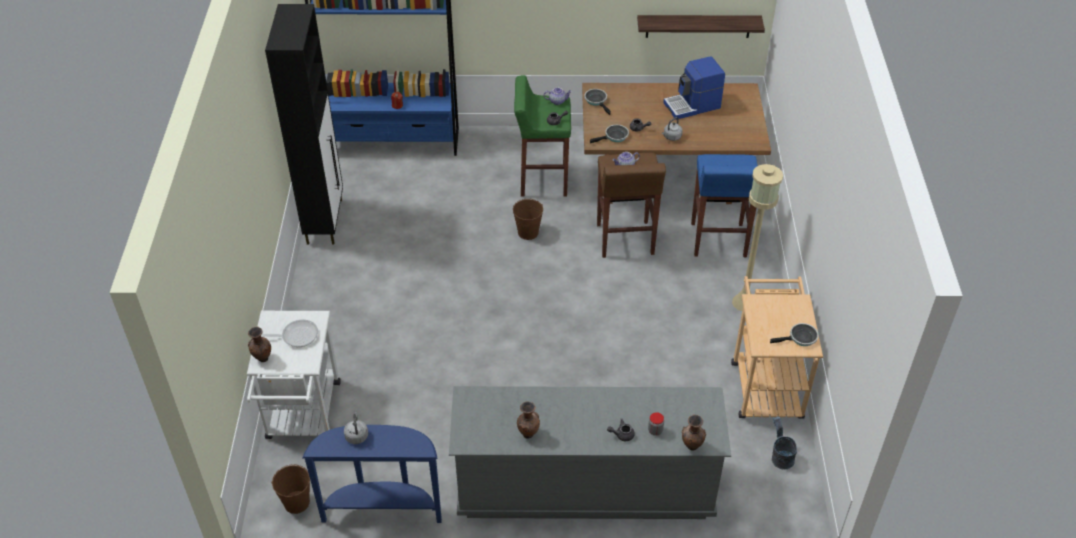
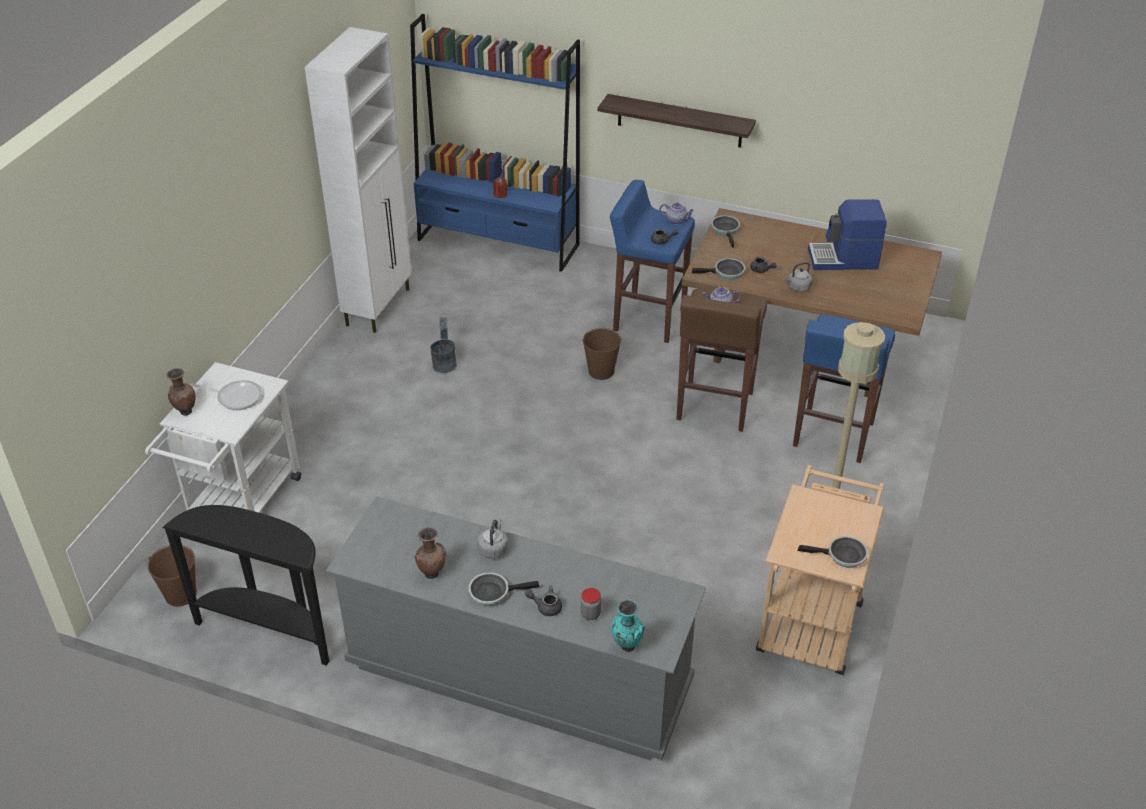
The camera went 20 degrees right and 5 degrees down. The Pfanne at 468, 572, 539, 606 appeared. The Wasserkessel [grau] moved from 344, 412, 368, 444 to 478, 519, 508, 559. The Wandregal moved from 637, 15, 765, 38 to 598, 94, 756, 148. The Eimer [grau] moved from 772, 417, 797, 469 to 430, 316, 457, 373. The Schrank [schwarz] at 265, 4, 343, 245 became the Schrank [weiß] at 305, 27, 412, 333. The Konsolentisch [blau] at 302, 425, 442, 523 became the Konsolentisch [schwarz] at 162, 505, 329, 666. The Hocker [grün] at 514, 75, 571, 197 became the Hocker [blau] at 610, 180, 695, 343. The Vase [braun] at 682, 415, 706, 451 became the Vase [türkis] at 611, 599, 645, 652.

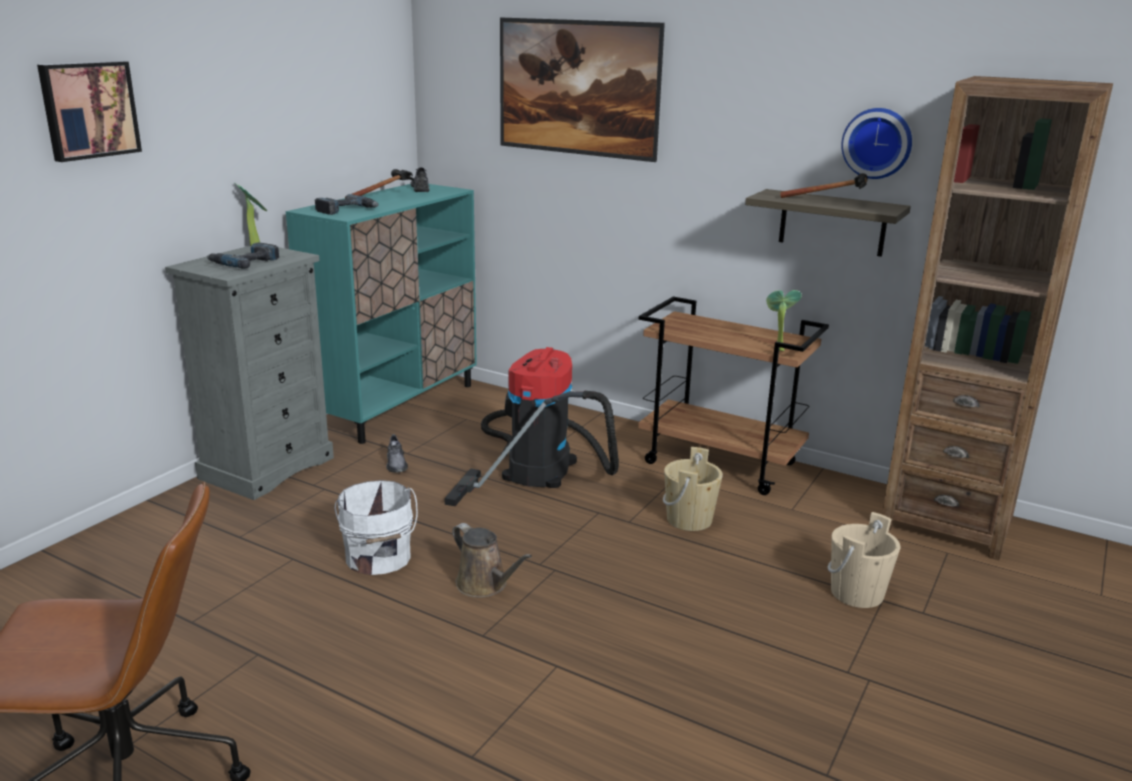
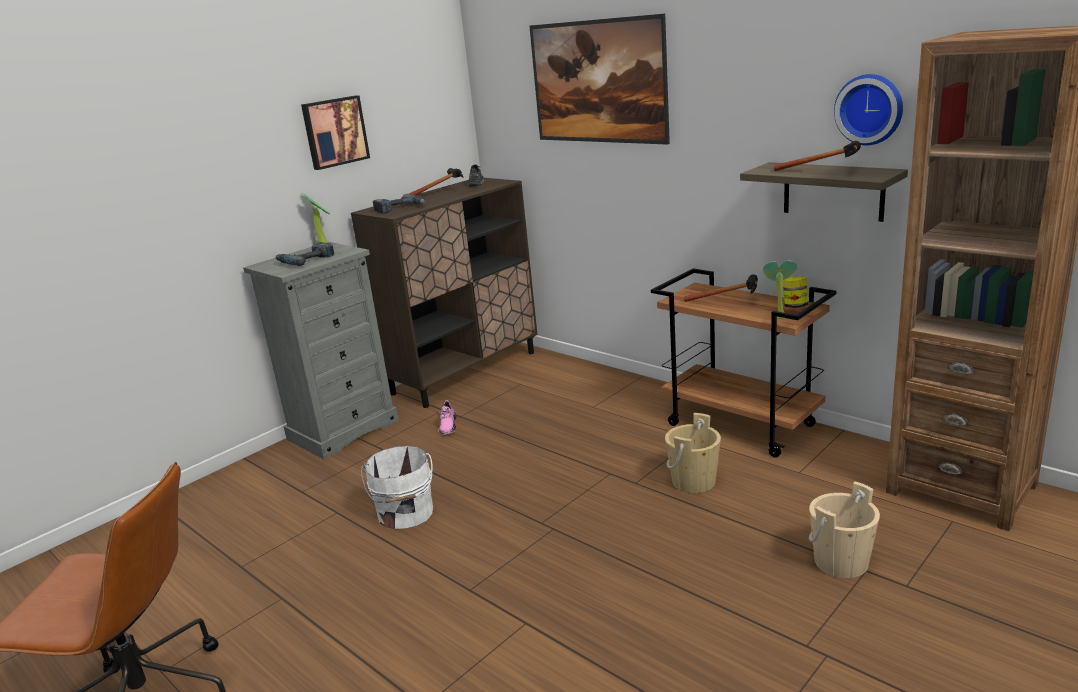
The camera went 15 degrees right and 0 degrees up. The Staubsauger at 445, 347, 619, 506 disappeared. The Gießkanne [braun] at 452, 523, 532, 598 disappeared. The Hammer at 684, 274, 758, 302 appeared. The Vorratsglas at 783, 276, 808, 308 appeared. The Bild moved from 37, 61, 142, 162 to 301, 95, 370, 170. The Schrank [türkis] at 286, 184, 477, 444 became the Schrank [braun] at 351, 178, 537, 408. The Schuh [grau] at 386, 434, 408, 473 became the Schuh [rosa] at 438, 400, 457, 435.

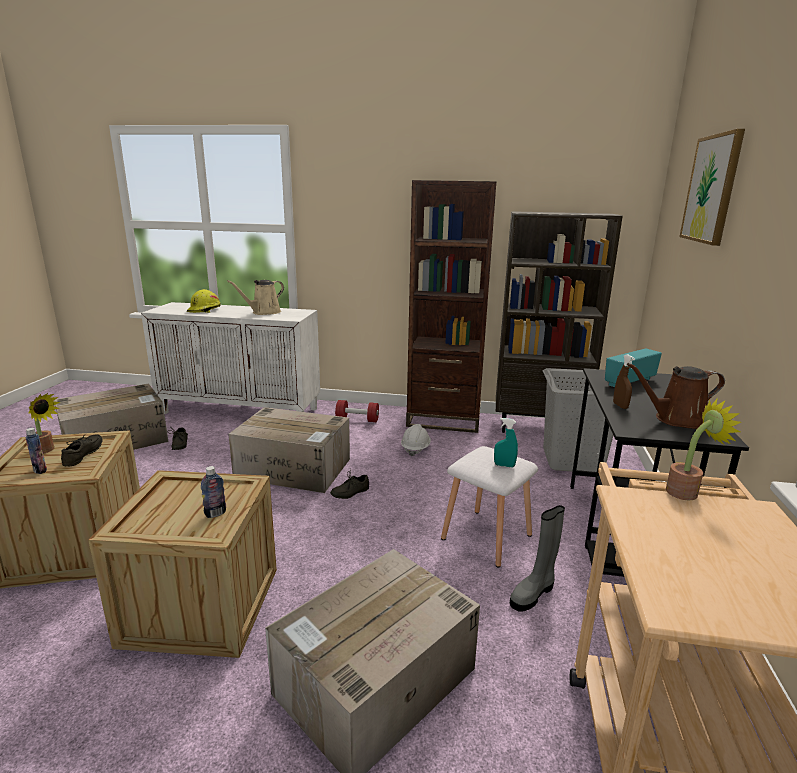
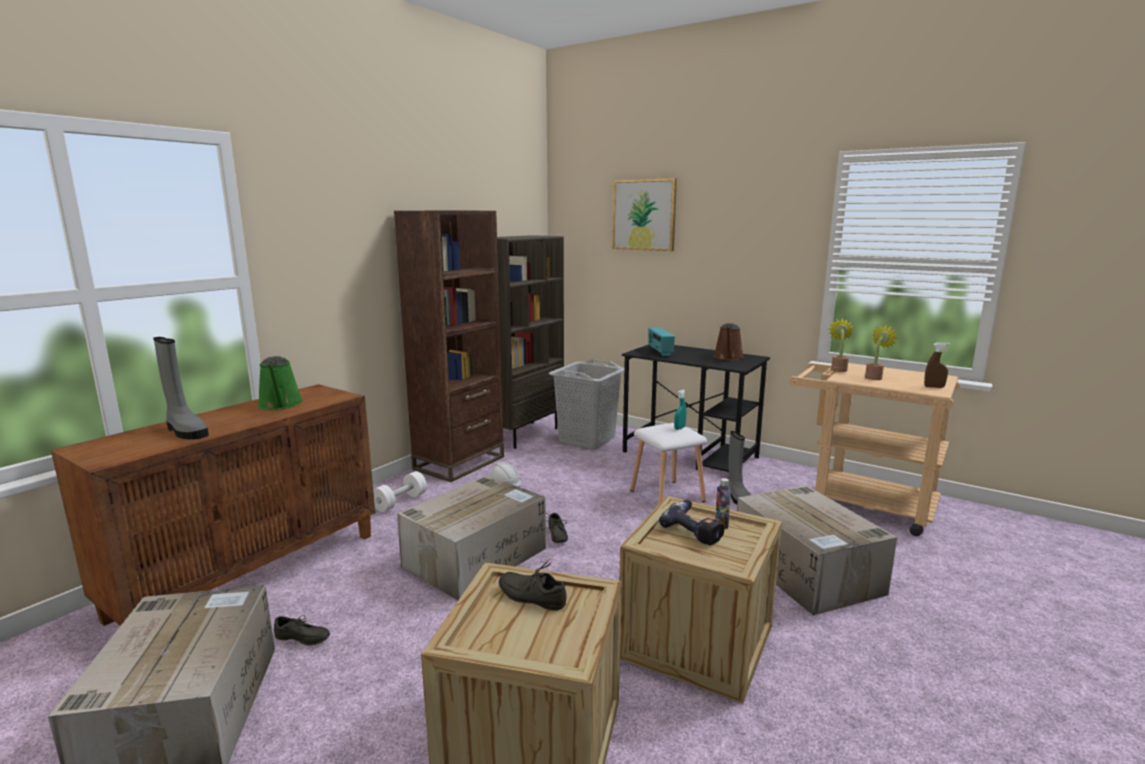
The camera went 65 degrees left and 5 degrees down. The Flasche at 25, 428, 47, 474 disappeared. The Bohrmaschine at 659, 500, 724, 545 appeared. The Topfpflanze moved from 28, 393, 61, 454 to 865, 325, 898, 380. The Sprühflasche [braun] moved from 613, 354, 635, 409 to 924, 343, 950, 388. The Schutzhelm [gelb] at 187, 289, 221, 313 was replaced by the Stiefel [grau] at 153, 337, 209, 440. The Schrank [weiß] at 141, 302, 320, 414 became the Schrank [braun] at 51, 384, 375, 626. The Gießkanne [beige] at 227, 280, 284, 315 became the Gießkanne [grün] at 258, 356, 303, 410. The Hantel [rot] at 335, 400, 379, 422 became the Hantel [weiß] at 373, 471, 427, 512.

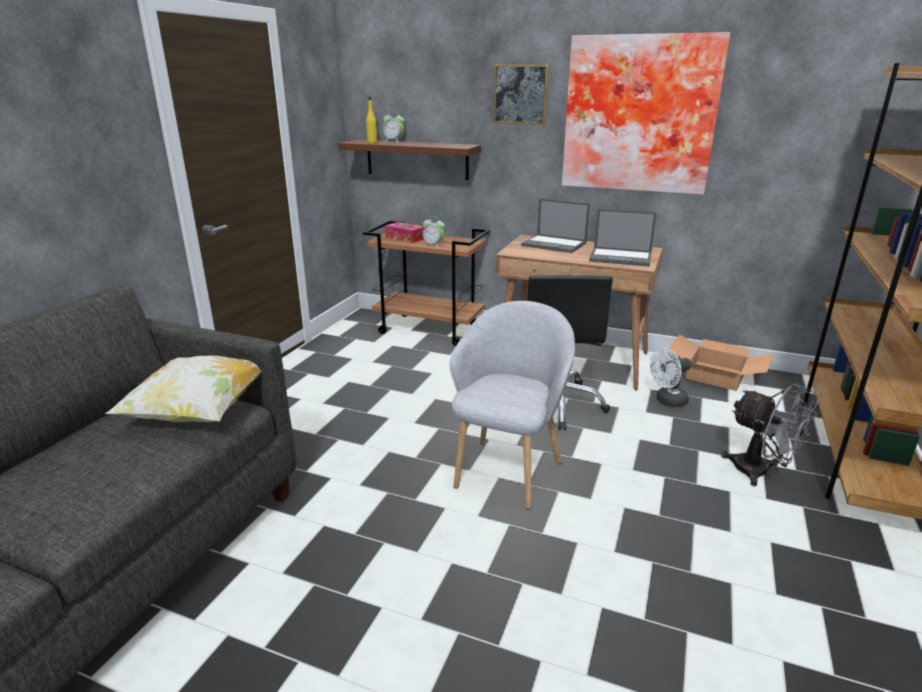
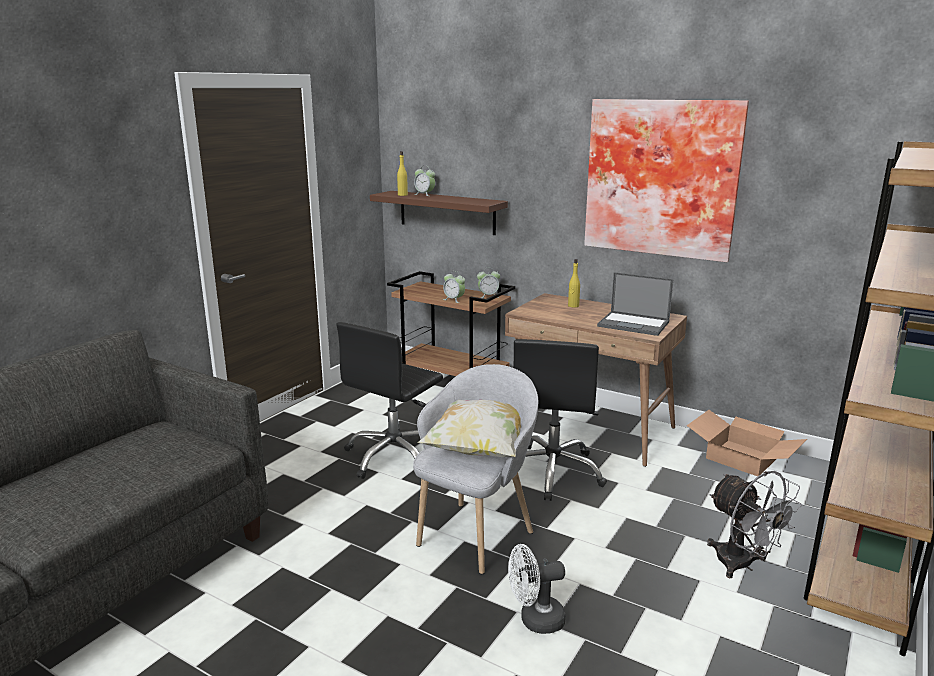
The camera went 10 degrees right and 5 degrees down. The Taschentuchbox at 385, 222, 424, 243 disappeared. The Bild at 493, 65, 549, 125 disappeared. The Bürostuhl [schwarz] at 337, 322, 443, 479 appeared. The Wecker at 477, 270, 500, 298 appeared. The Kissen moved from 105, 356, 262, 422 to 417, 400, 521, 457. The Ventilator [weiß] moved from 650, 348, 691, 407 to 508, 544, 566, 634. The Laptop at 521, 199, 590, 253 was replaced by the Flasche [gelb] at 568, 259, 580, 308.

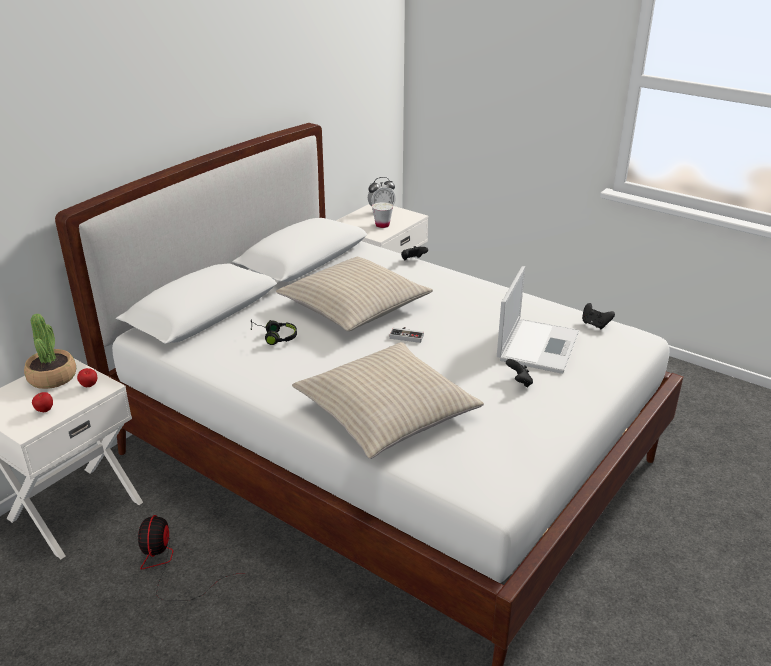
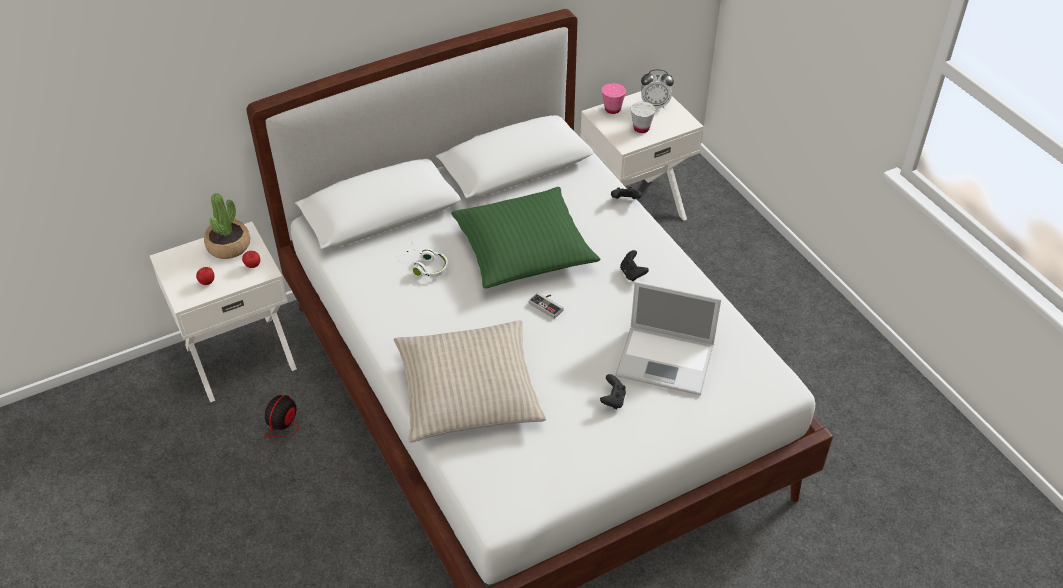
The camera went 25 degrees right and 15 degrees up. The Tasse [rosa] at 602, 83, 626, 114 appeared. The Gamepad [schwarz] moved from 582, 303, 615, 330 to 620, 250, 649, 281. The Kopfhörer [schwarz] at 251, 319, 297, 345 became the Kopfhörer [weiß] at 406, 241, 448, 277. The Kissen [beige] at 276, 257, 433, 331 became the Kissen [grün] at 451, 187, 600, 288. The Laptop at 497, 266, 579, 374 turned 60 degrees clockwise.

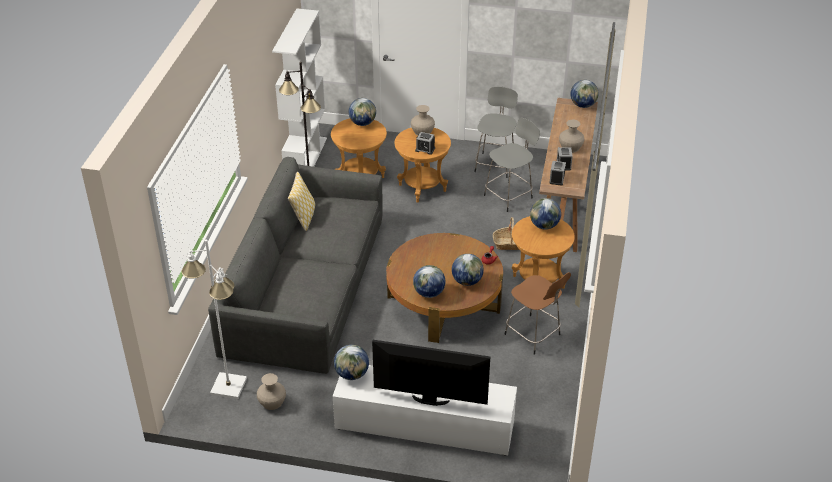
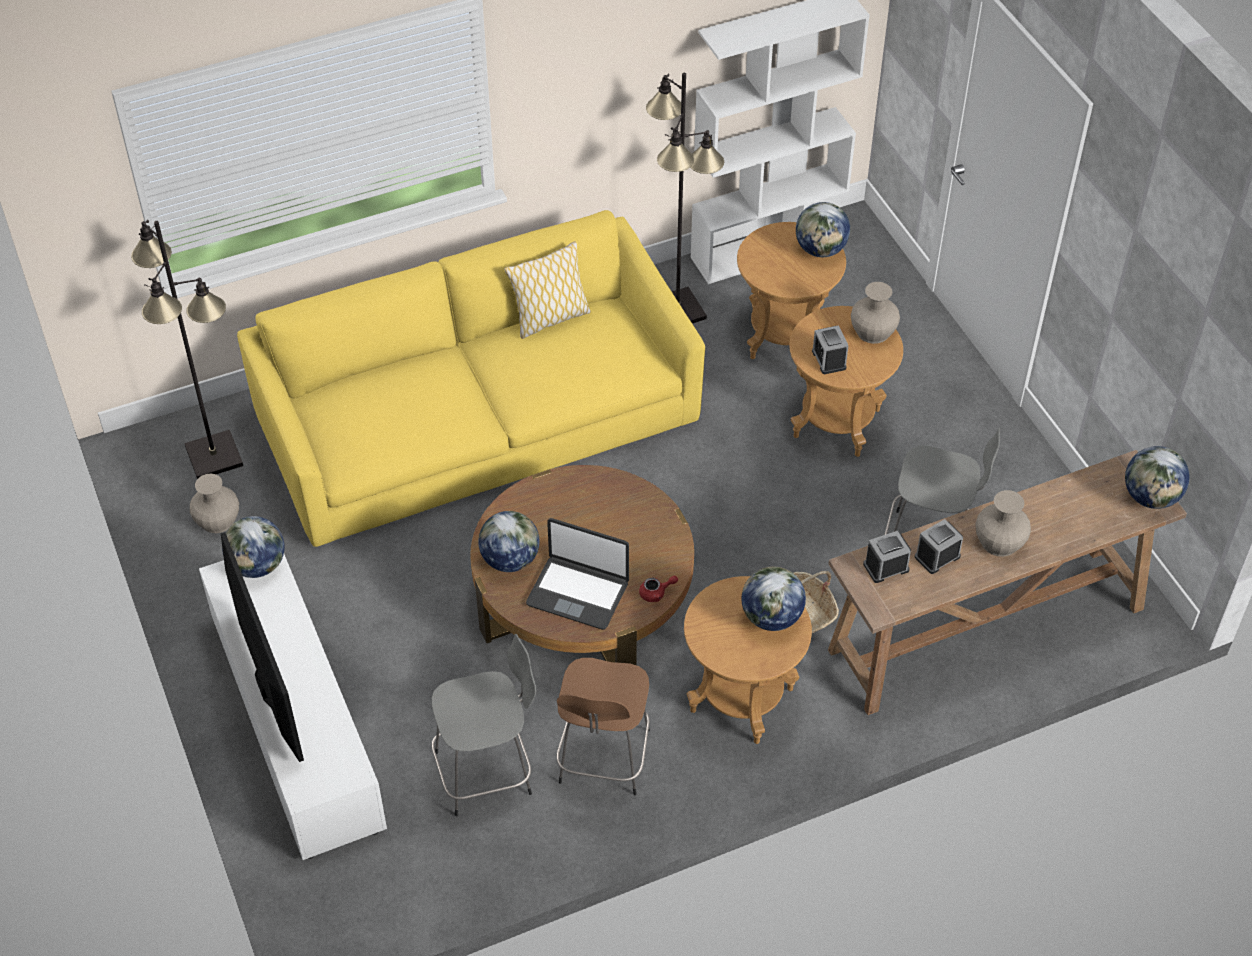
The camera went 55 degrees right and 10 degrees up. The Hocker [grau] moved from 475, 87, 518, 178 to 432, 634, 536, 817. The Globus at 452, 254, 484, 286 was replaced by the Laptop at 526, 518, 629, 630. The Stehlampe [weiß] at 181, 239, 247, 399 became the Stehlampe [schwarz] at 131, 219, 243, 479. The Sofa [grau] at 208, 157, 383, 374 became the Sofa [gelb] at 237, 210, 705, 547.

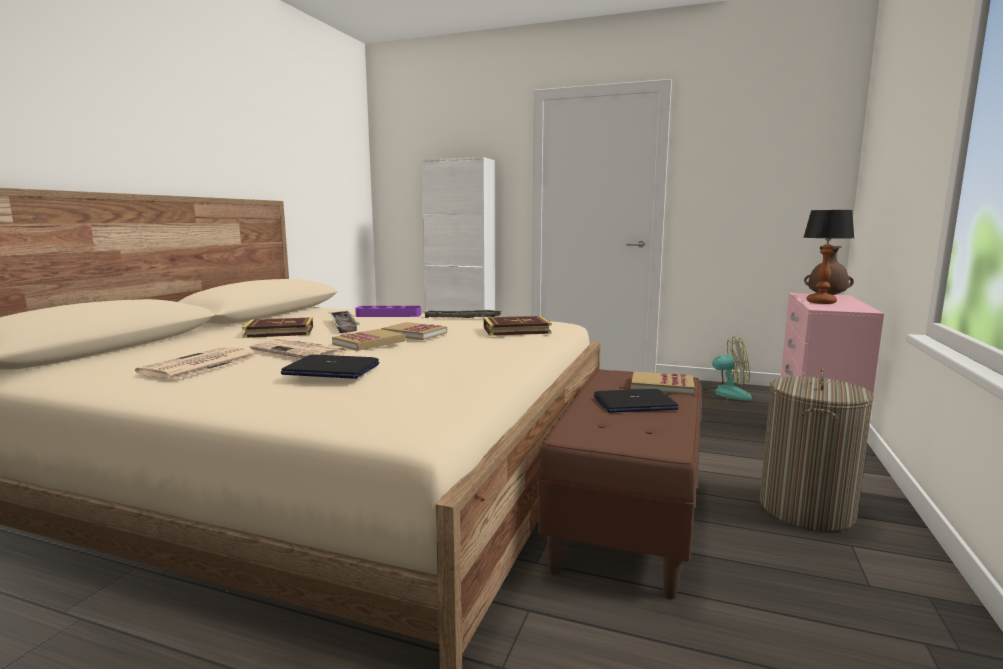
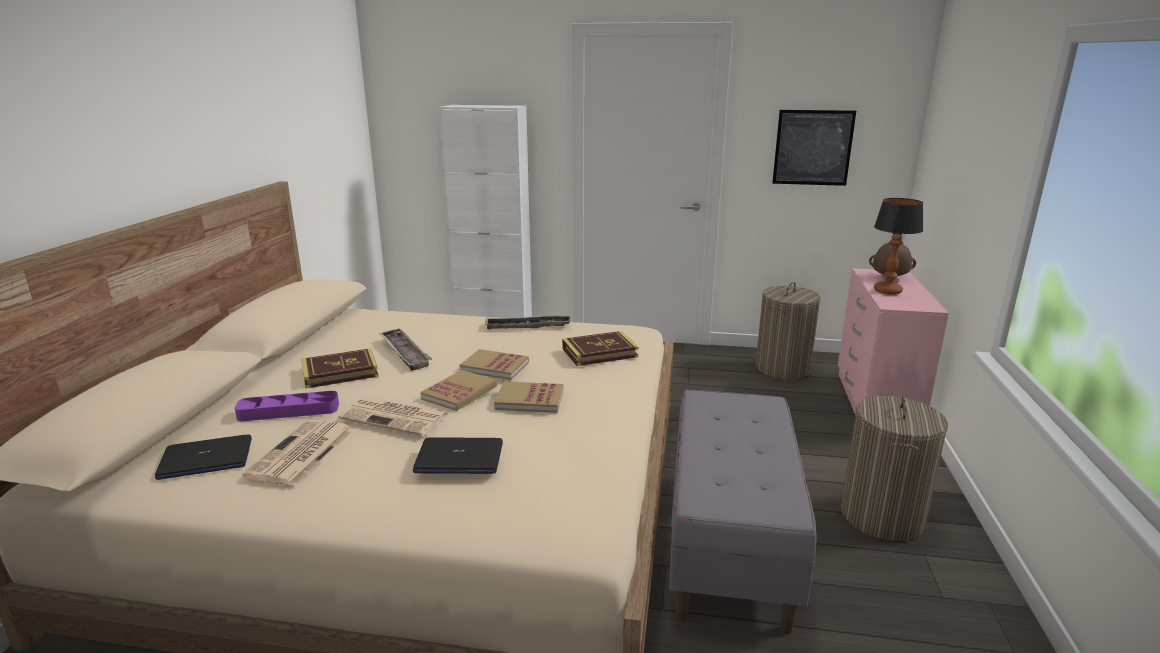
The camera went 10 degrees left and 10 degrees up. The Bild at 772, 110, 856, 186 appeared. The Tablett [lila] moved from 355, 306, 421, 317 to 235, 391, 339, 421. The Laptop moved from 594, 389, 679, 413 to 155, 435, 252, 480. The Buch moved from 631, 371, 695, 395 to 494, 381, 563, 413. The Ventilator at 701, 336, 752, 403 was replaced by the Wäschekorb at 756, 282, 821, 379. The Bank [braun] at 538, 369, 701, 599 became the Bank [grau] at 669, 390, 816, 634.

